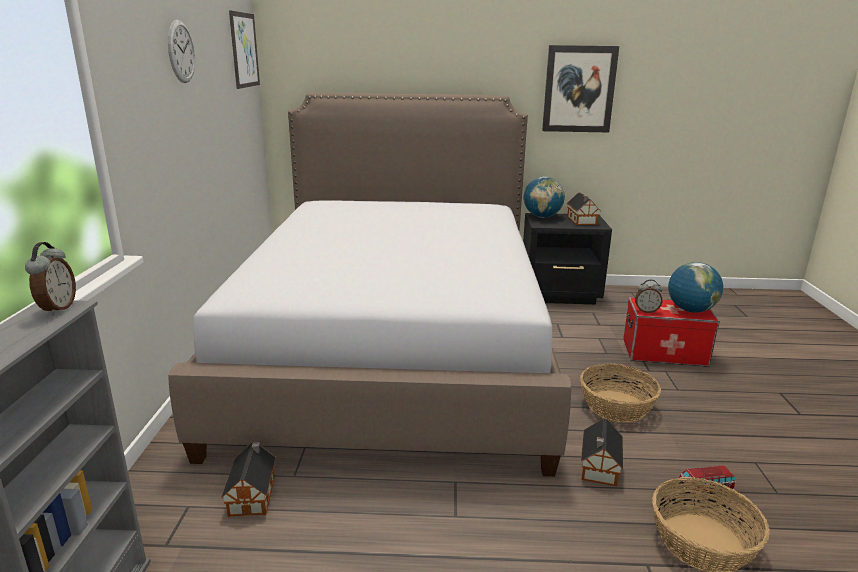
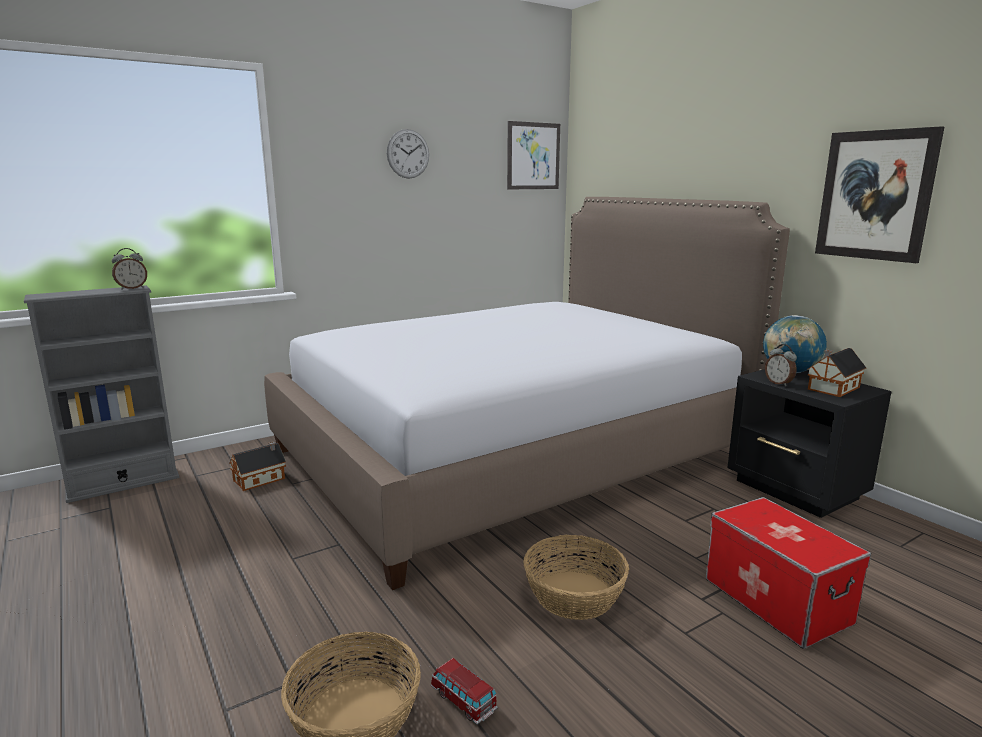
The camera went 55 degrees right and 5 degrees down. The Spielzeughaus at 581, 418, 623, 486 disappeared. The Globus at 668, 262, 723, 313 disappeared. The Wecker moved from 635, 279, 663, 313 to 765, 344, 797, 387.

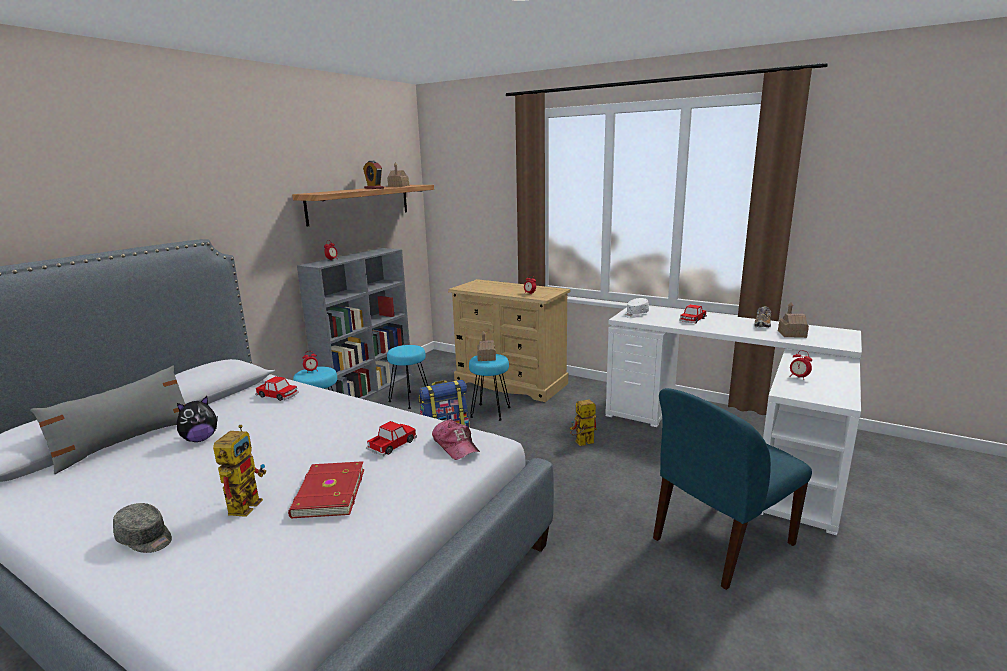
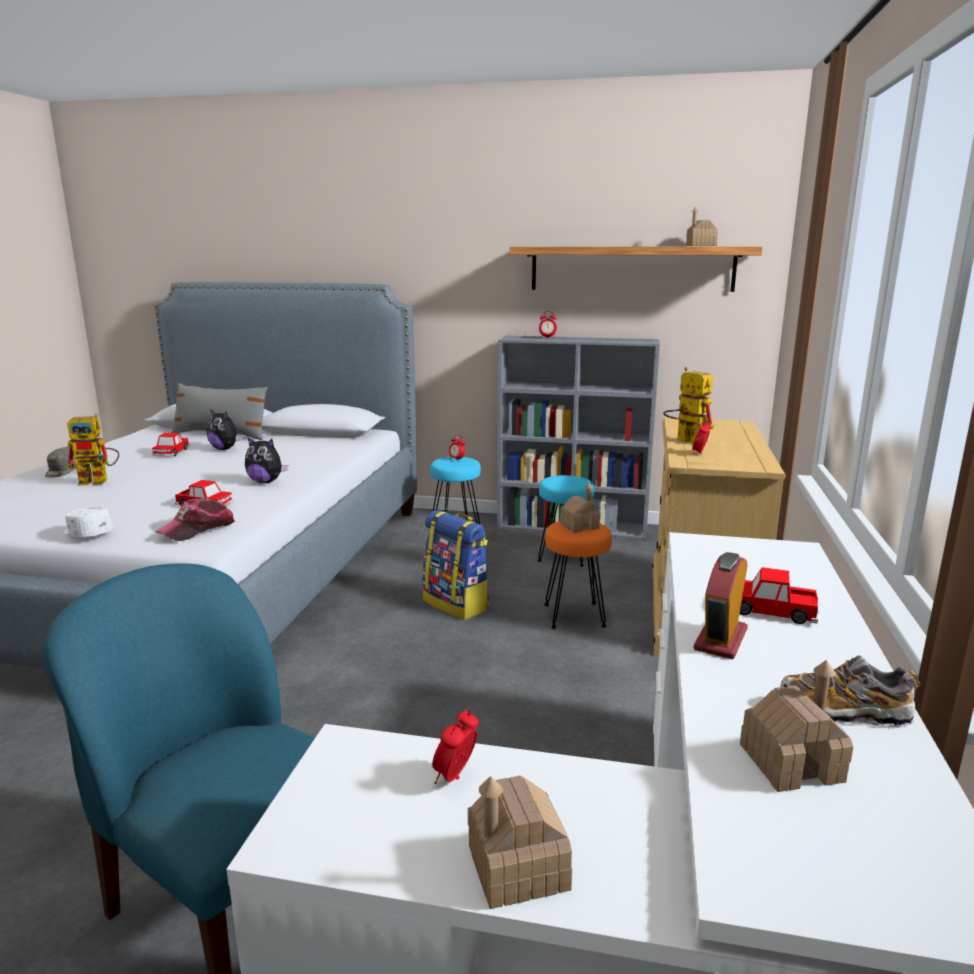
The camera went 70 degrees right and 0 degrees up. The Buch [rot] at 288, 461, 364, 518 disappeared. The Plüschtier at 245, 437, 288, 483 appeared. The Spielzeughaus at 468, 775, 572, 909 appeared. The Spielzeugauto moved from 255, 376, 299, 401 to 152, 433, 190, 457. The Wecker moved from 363, 161, 384, 189 to 693, 552, 748, 659. The Spielzeugroboter moved from 570, 399, 597, 446 to 663, 367, 715, 444. The Kappe [weiß] moved from 624, 298, 649, 318 to 64, 507, 113, 537. The Hocker [türkis] at 469, 354, 510, 421 became the Hocker [orange] at 544, 521, 612, 629.

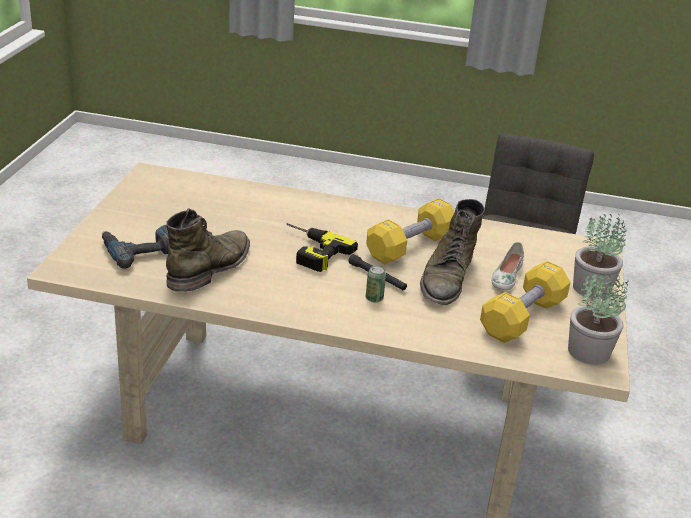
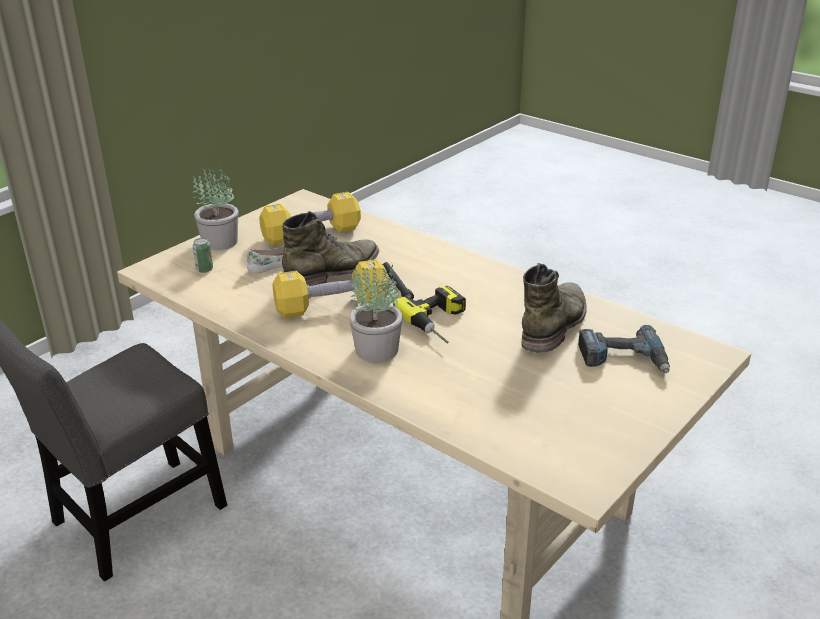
The camera went 150 degrees left and 0 degrees up. The Dose moved from 366, 266, 386, 303 to 193, 238, 213, 273. The Topfpflanze moved from 568, 271, 629, 365 to 349, 262, 403, 362. The Stiefel [grün] at 166, 209, 250, 292 turned 150 degrees clockwise.

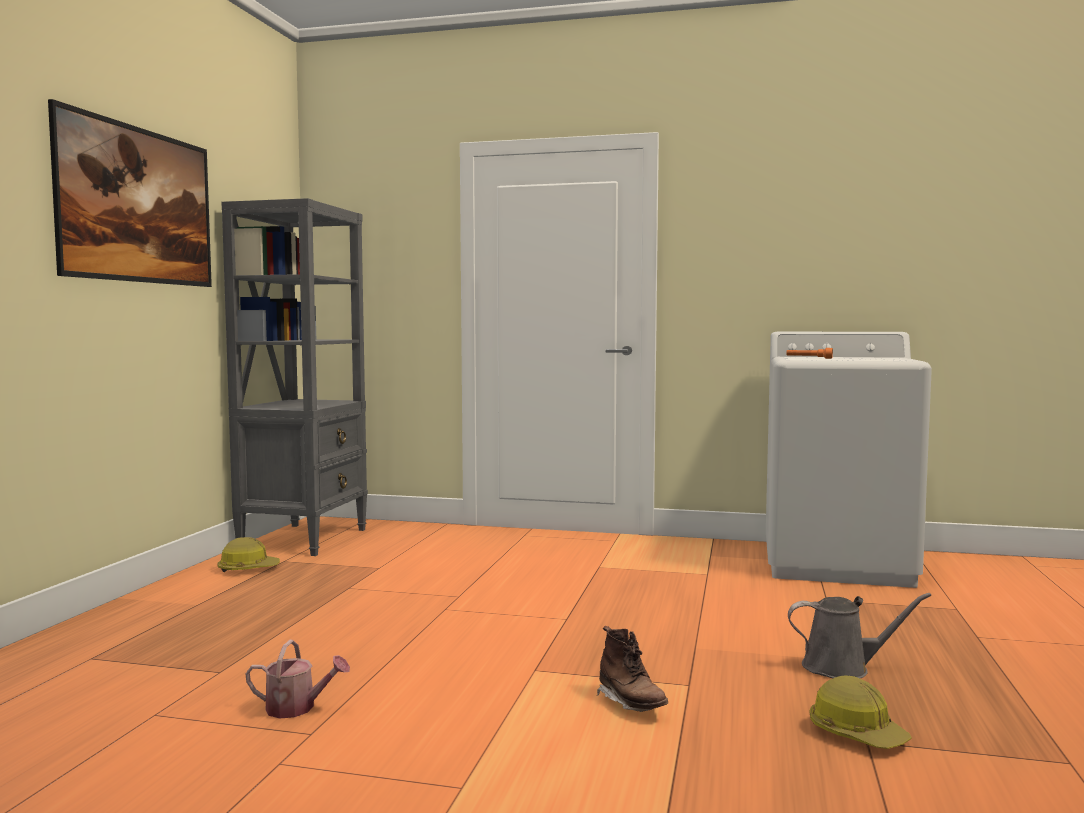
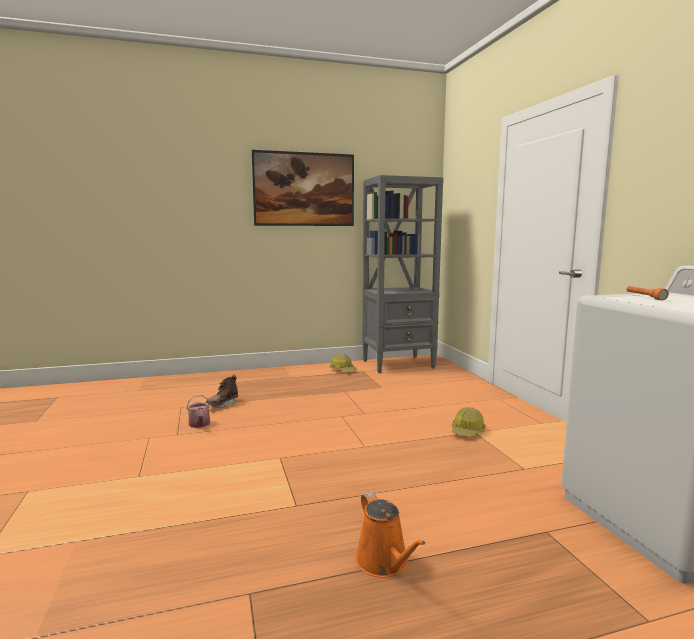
The camera went 60 degrees right and 5 degrees up. The Stiefel [braun] moved from 597, 626, 668, 712 to 205, 375, 238, 408. The Schutzhelm moved from 810, 676, 912, 749 to 452, 407, 486, 437. The Gießkanne [grau] at 788, 593, 931, 678 became the Gießkanne [orange] at 356, 492, 426, 578.

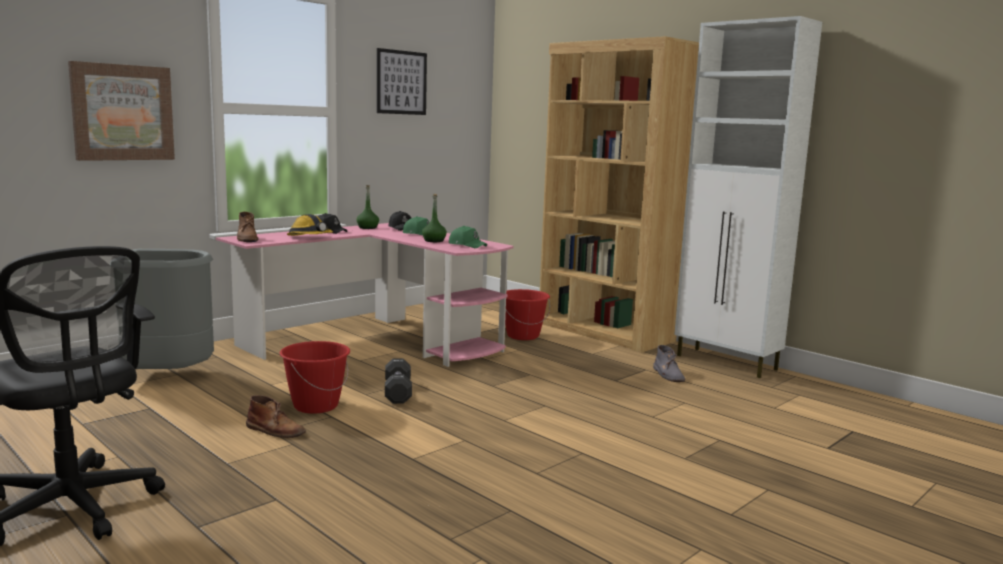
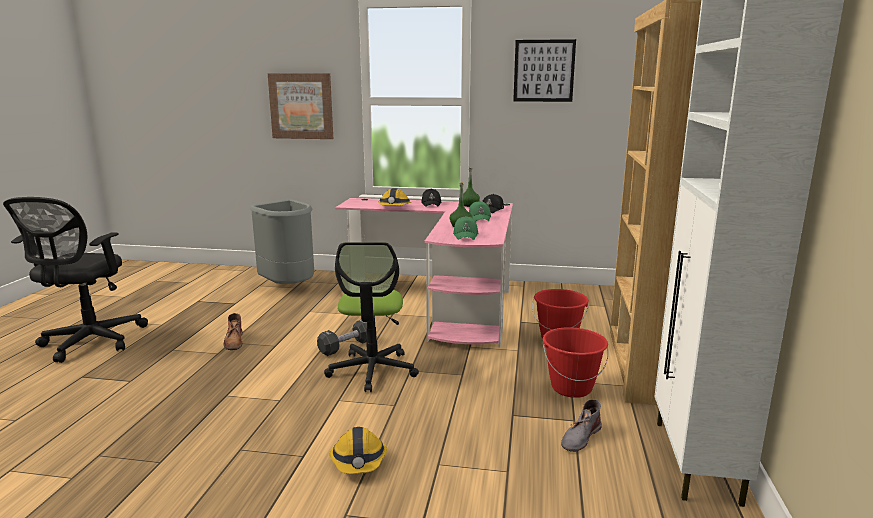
The camera went 55 degrees right and 5 degrees up. The Stiefel [braun] at 237, 212, 258, 242 disappeared. The Bürostuhl at 324, 242, 419, 392 appeared. The Schutzhelm at 330, 427, 387, 474 appeared. The Eimer [rot] moved from 279, 341, 350, 414 to 543, 327, 608, 398.

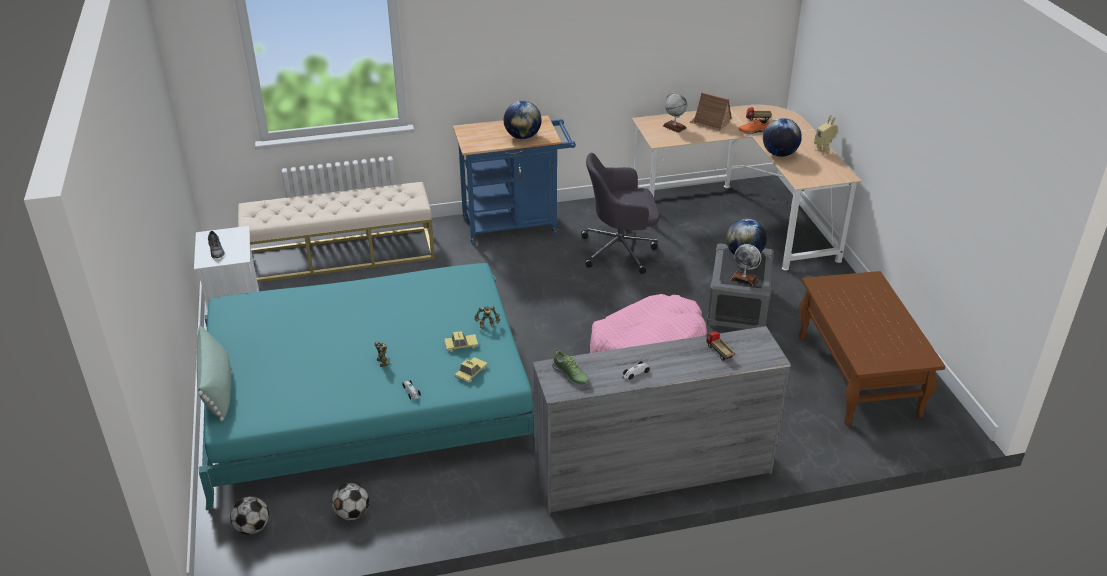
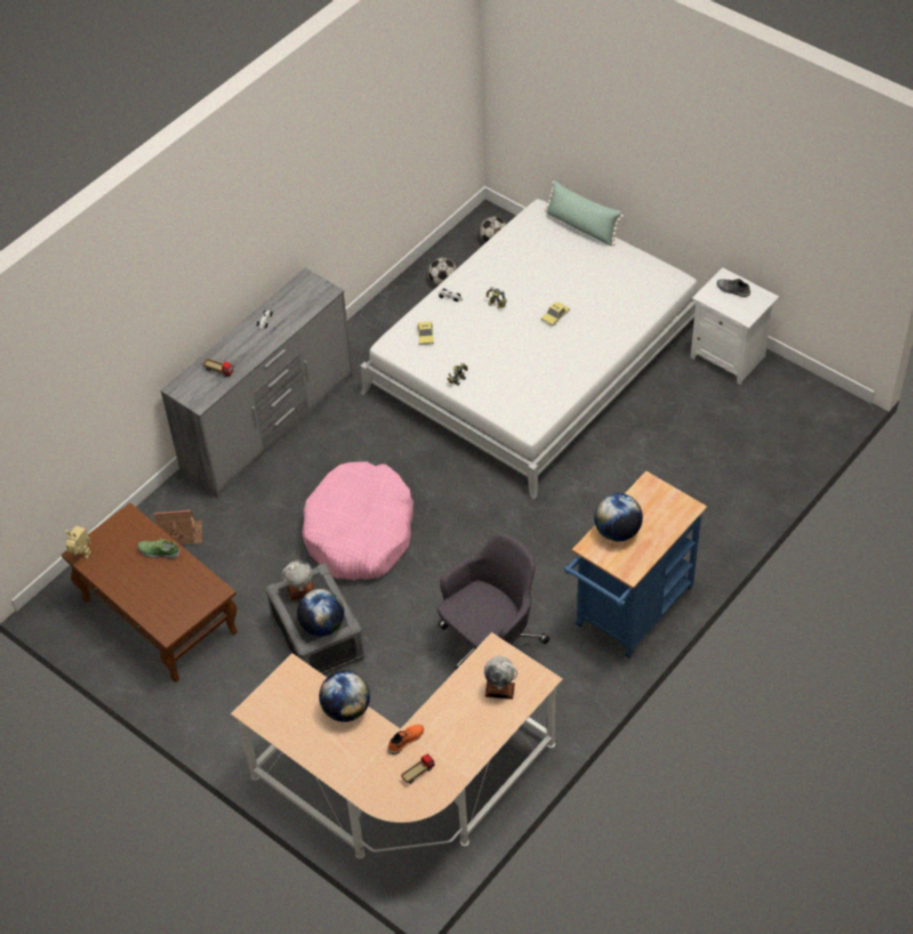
The camera went 145 degrees right and 15 degrees up. The Bank [beige] at 238, 182, 435, 282 disappeared. The Spielzeugauto moved from 445, 331, 478, 352 to 541, 302, 570, 326. The Schuh moved from 552, 348, 590, 385 to 138, 539, 180, 559. The Spielzeughaus moved from 689, 92, 732, 131 to 154, 510, 202, 544. The Spielzeugroboter moved from 814, 115, 837, 155 to 65, 526, 91, 558. The Bett [türkis] at 199, 263, 535, 510 became the Bett [weiß] at 360, 199, 697, 499.

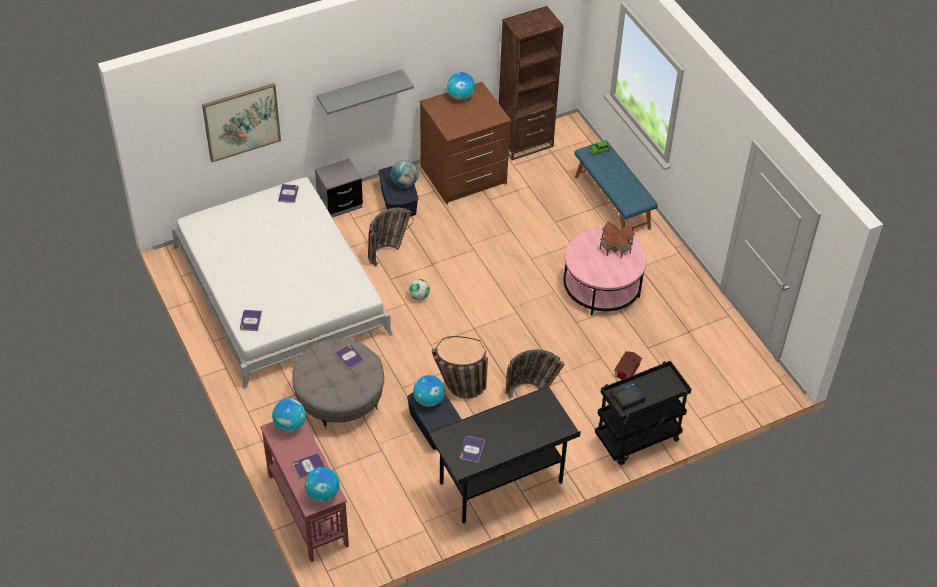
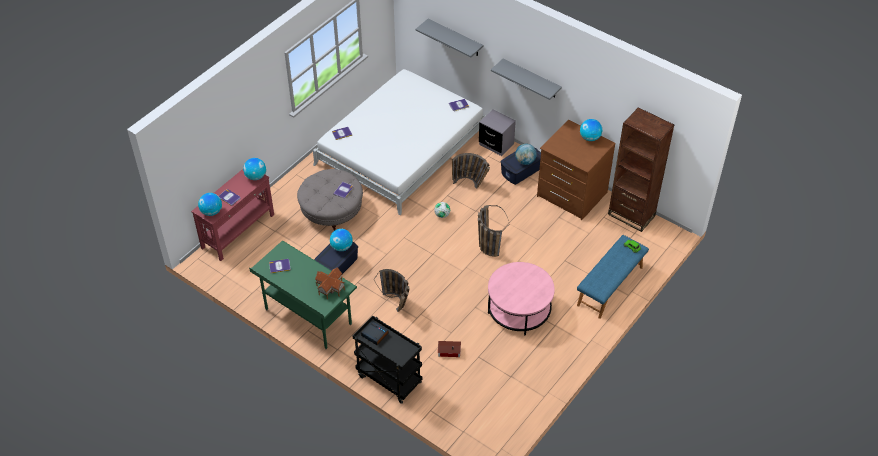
The camera went 65 degrees right and 0 degrees up. The Korb moved from 432, 336, 488, 399 to 478, 205, 509, 257. The Spielzeughaus moved from 600, 222, 635, 258 to 315, 267, 345, 299. The Bild at 202, 83, 281, 162 was replaced by the Wandregal [grau] at 416, 19, 483, 57. The Schreibtisch [schwarz] at 428, 386, 581, 524 became the Schreibtisch [grün] at 249, 241, 357, 350.

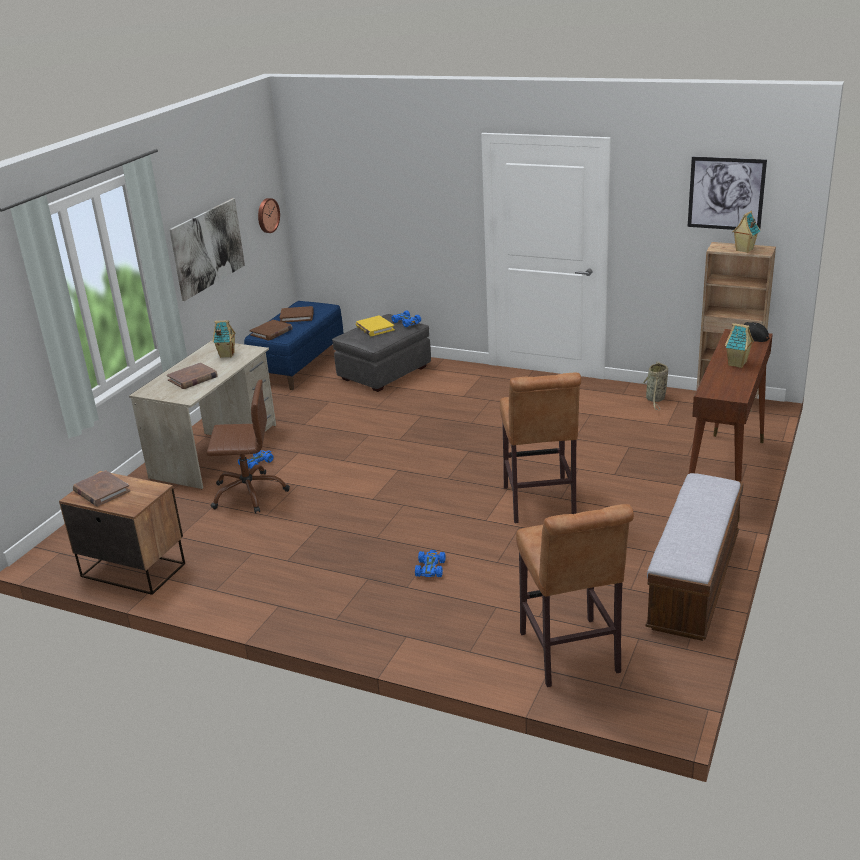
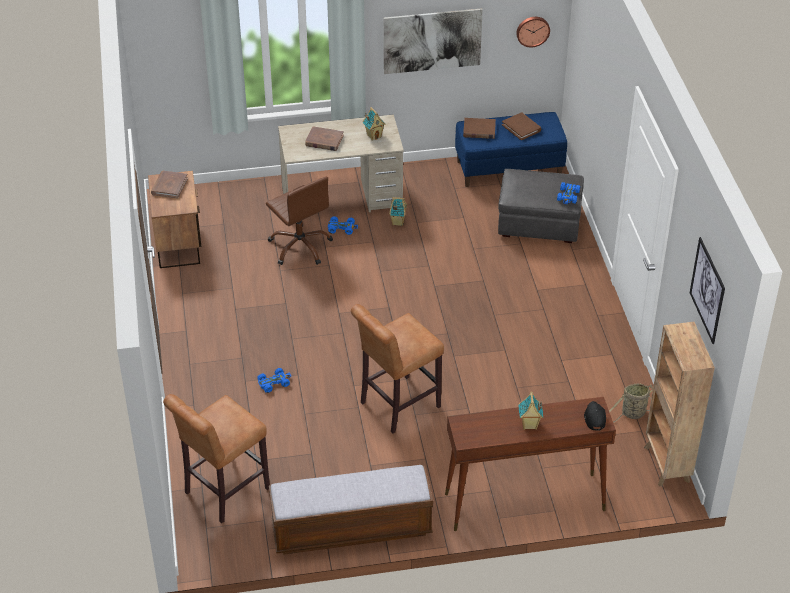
The camera went 55 degrees right and 15 degrees up. The Buch [gelb] at 356, 315, 395, 336 disappeared. The Spielzeughaus moved from 732, 211, 760, 253 to 389, 197, 407, 226.

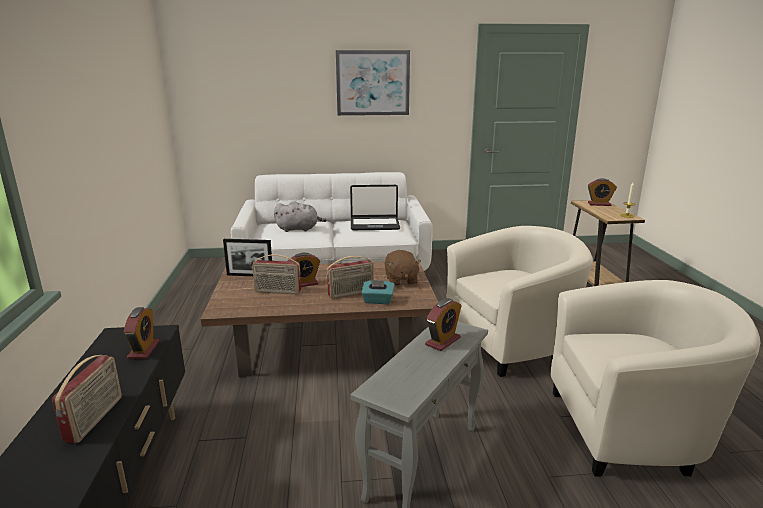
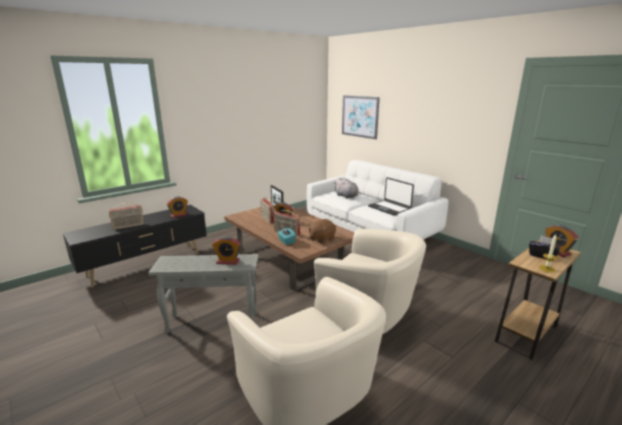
The camera went 55 degrees right and 0 degrees up. The Taschentuchbox [schwarz] at 529, 236, 560, 261 appeared. The Bild moved from 336, 50, 410, 116 to 342, 95, 380, 139.

